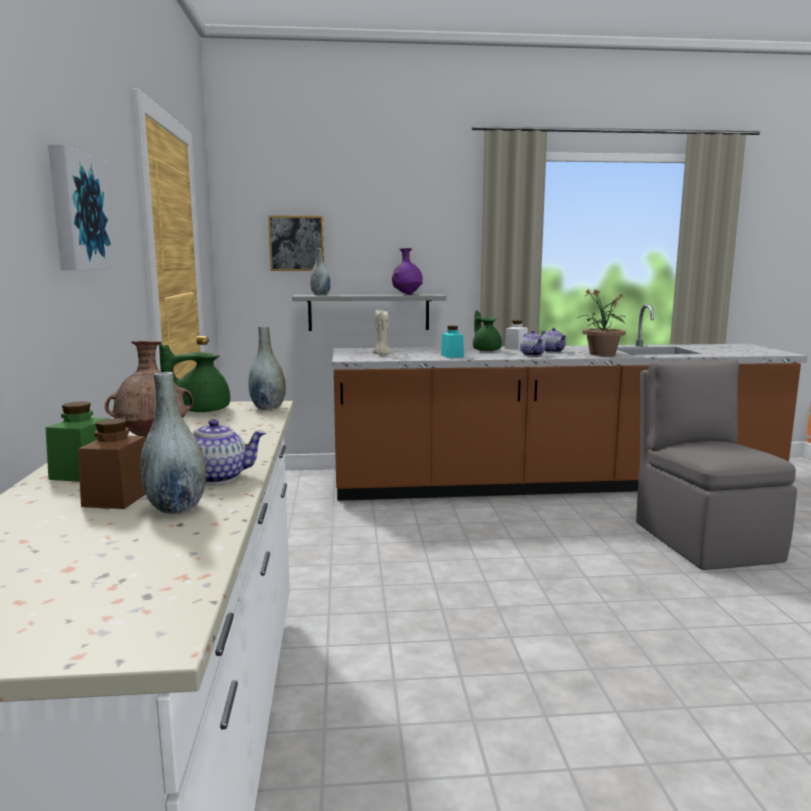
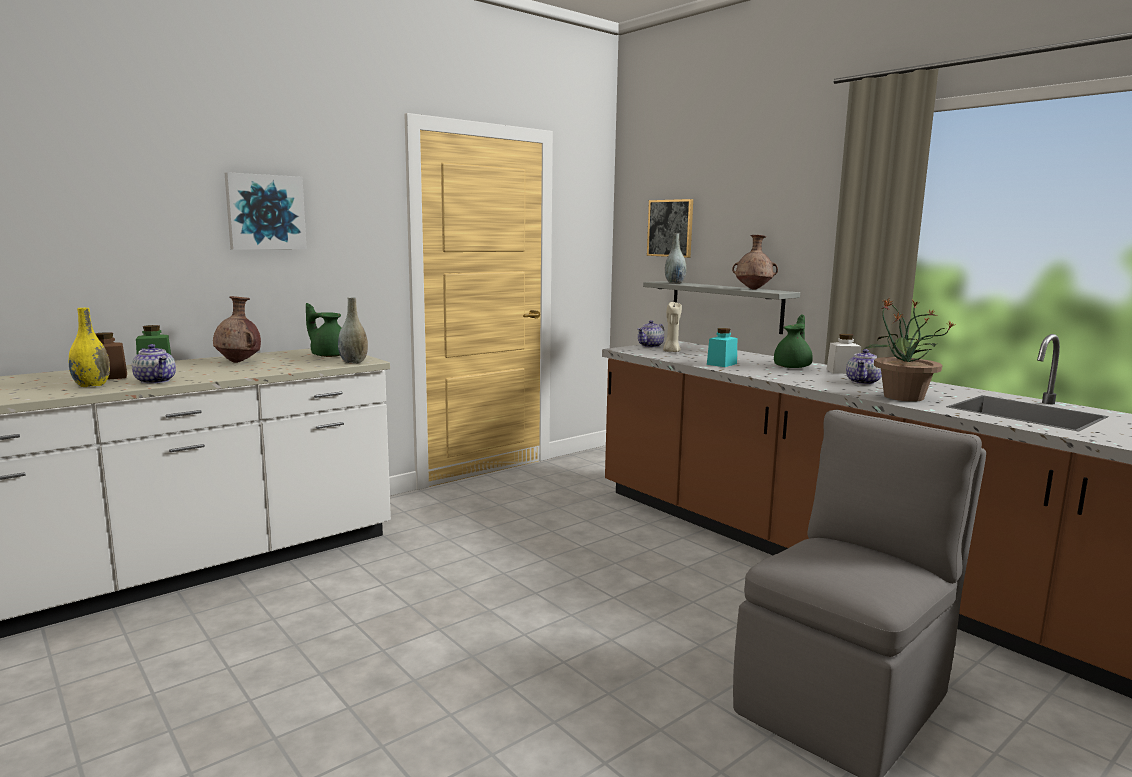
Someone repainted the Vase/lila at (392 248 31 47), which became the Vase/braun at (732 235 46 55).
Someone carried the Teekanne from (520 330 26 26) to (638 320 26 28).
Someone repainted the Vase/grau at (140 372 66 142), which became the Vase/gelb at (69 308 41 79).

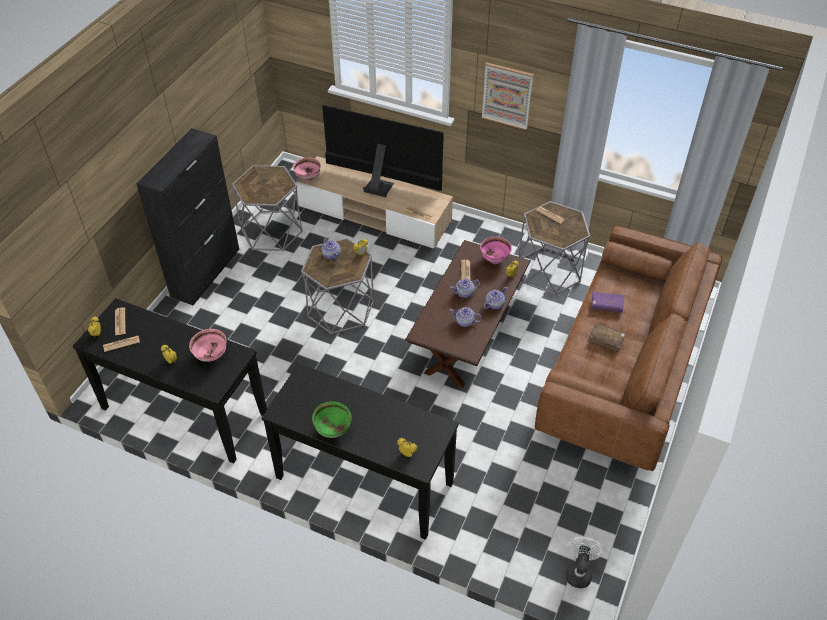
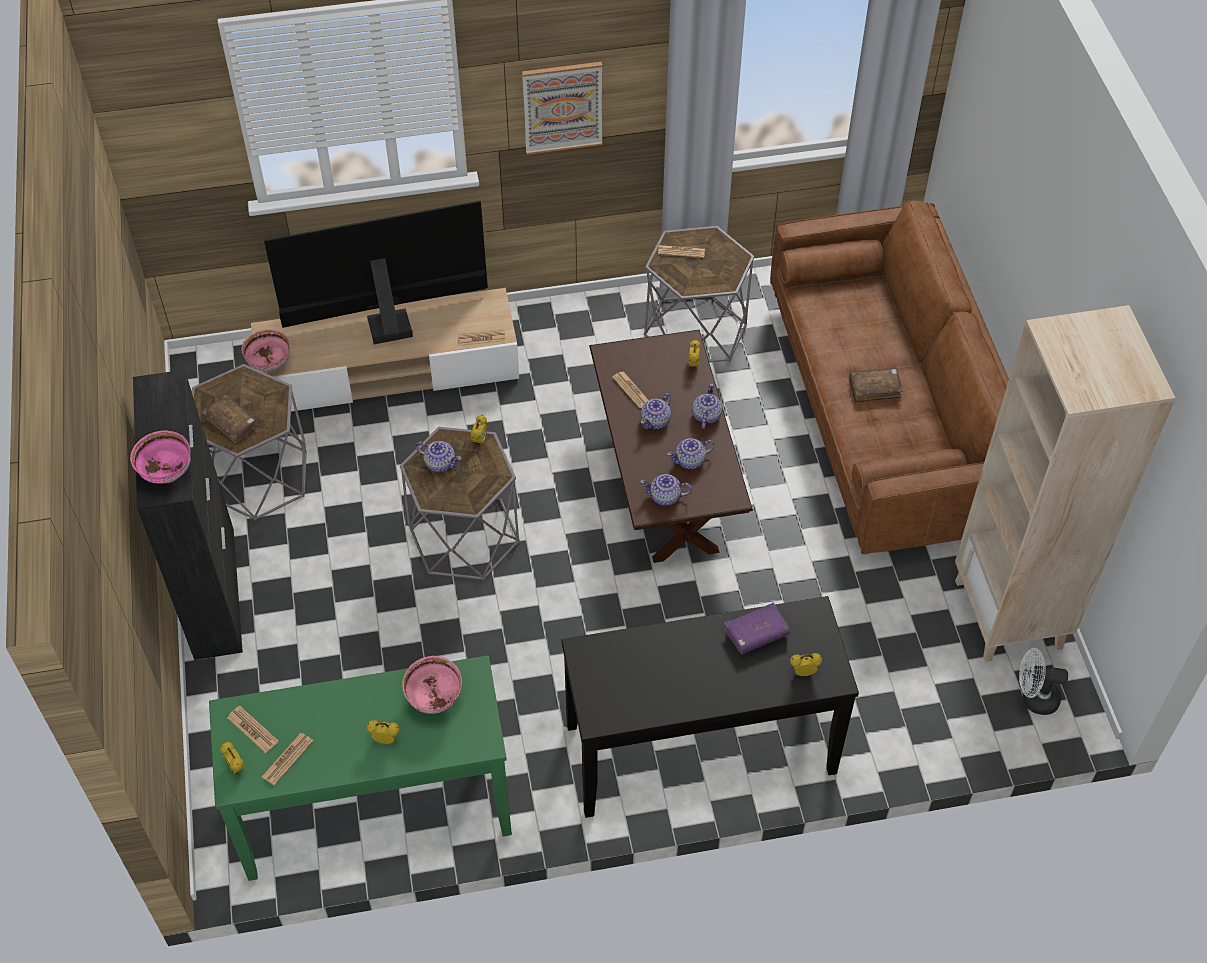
Someone carried the Schüssel/rosa from (480 237 32 27) to (130 431 61 53).
Someone carried the Buch/lila from (591 291 33 22) to (724 603 66 52).
Someone repainted the Konsolentisch/schwarz at (73 298 194 165), which became the Konsolentisch/grün at (209 655 303 226).
Someone took away the Schüssel/grün at (312 402 40 36).
Someone rotated the Ventilator/weiß at (565 537 38 51) by 60 degrees counterclockwise.
Someone put down the Bücherregal/beige at (955 305 221 357).
Someone put down the Buch/braun at (202 394 57 51).
Someone put down the Teekanne at (640 474 52 32).

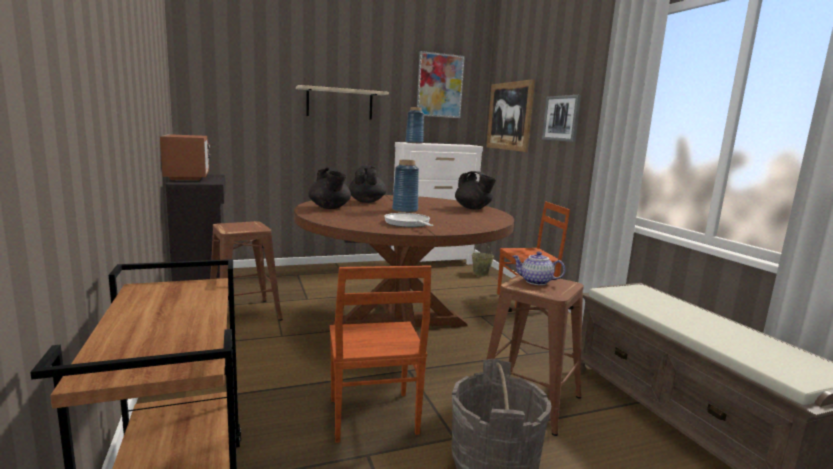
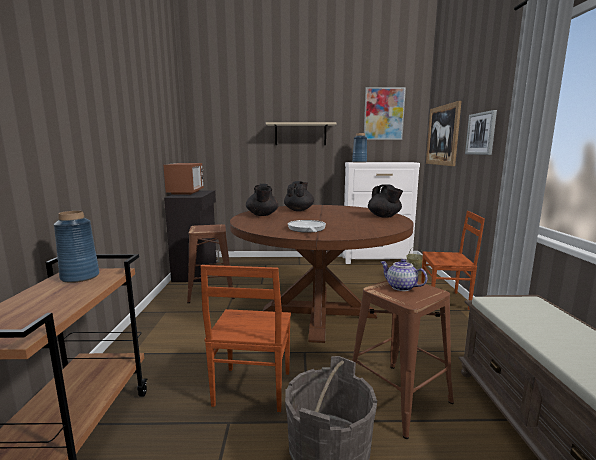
Someone carried the Vase/blau from (392 160 27 53) to (54 211 45 72).

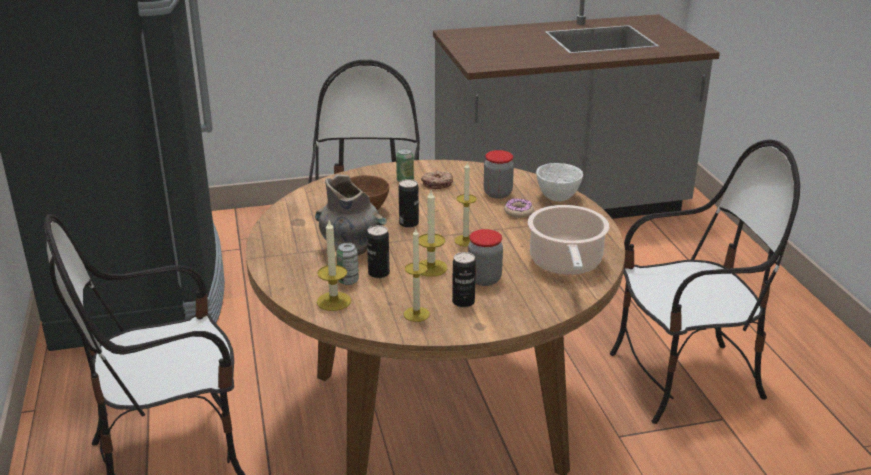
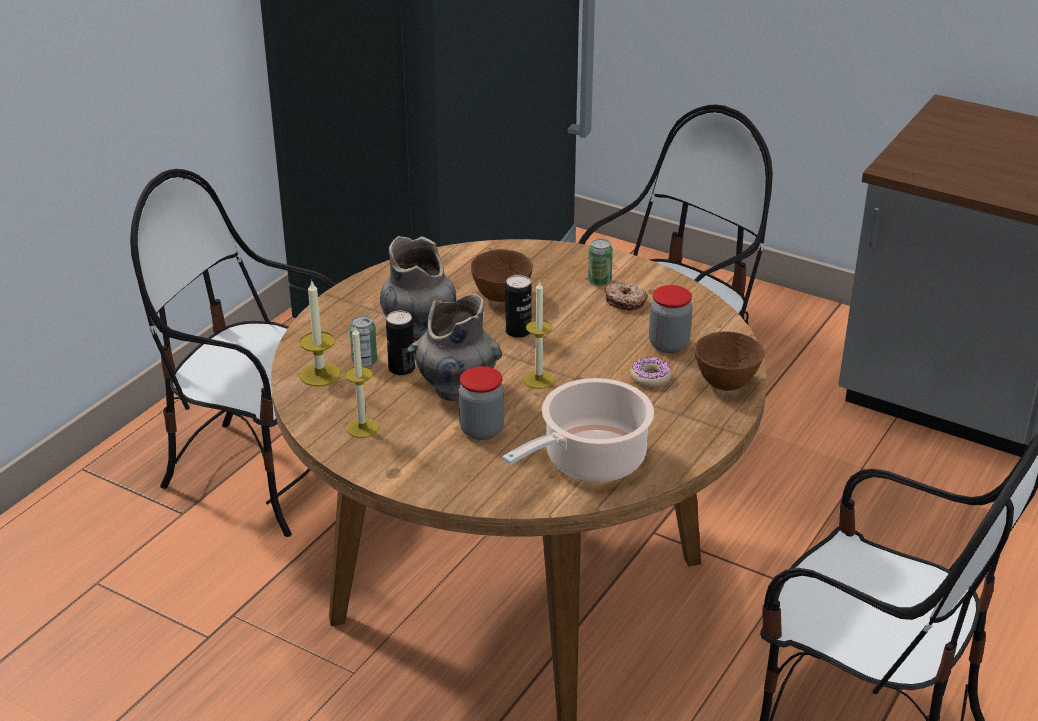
Someone repainted the Schüssel/weiß at (536 163 47 39), which became the Schüssel/braun at (695 331 70 60).
Someone swapped the Kerze at (419 191 28 86) for the Vase/grau at (407 294 95 108).
Someone took away the Dose at (452 252 24 56).

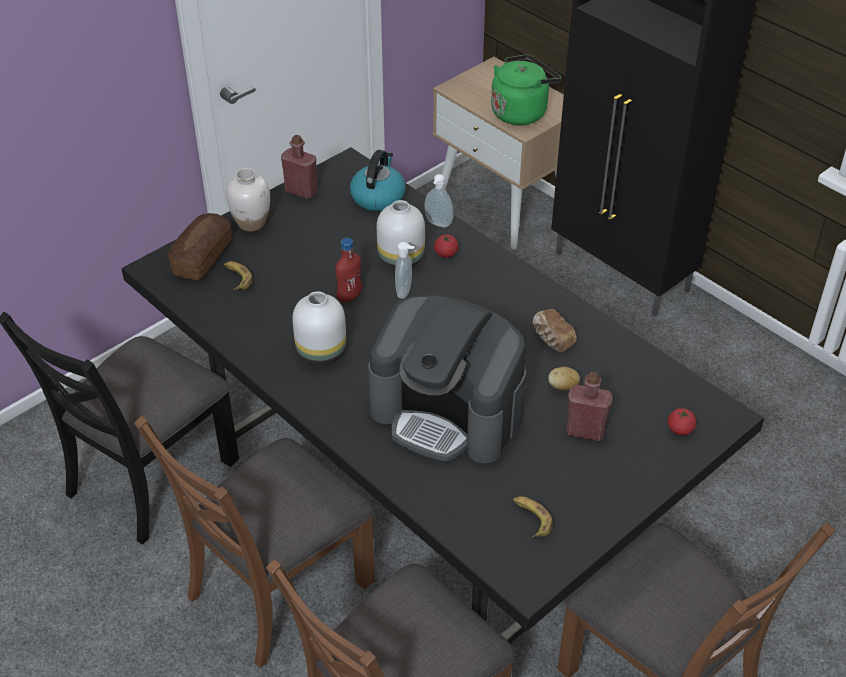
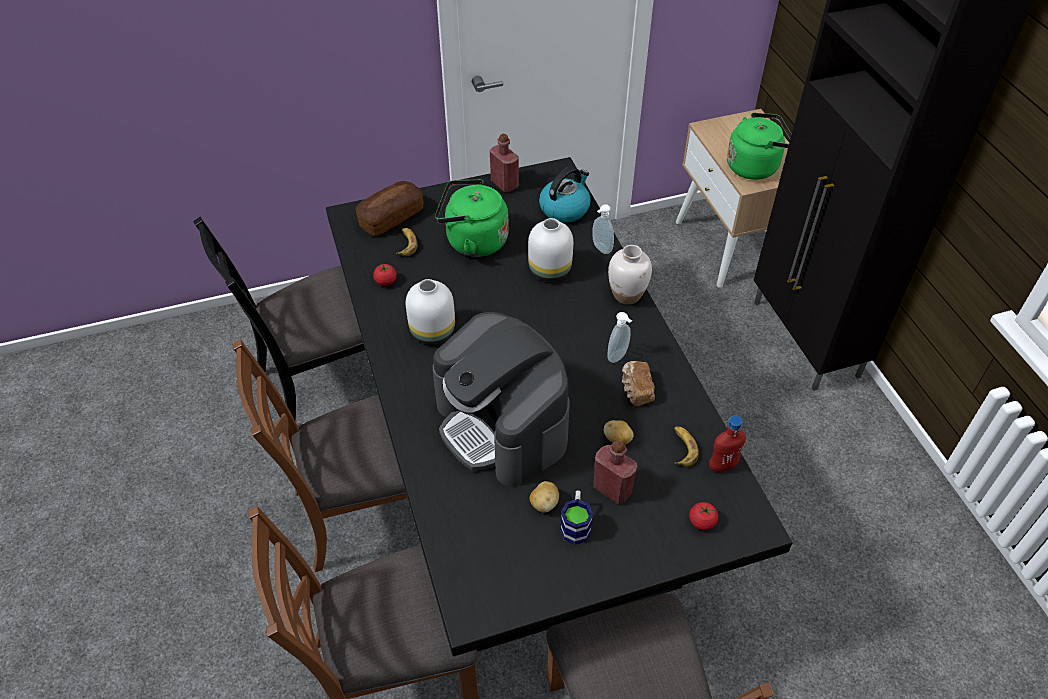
Someone carried the Vase/weiß from (226 168 44 64) to (608 245 44 60).
Someone carried the Tomate from (434 234 25 24) to (373 263 24 23).
Someone carried the Flasche/rot from (335 238 27 64) to (709 415 37 57).
Someone carried the Seifenspender from (395 242 20 57) to (607 312 25 51).
Someone carried the Banane from (513 496 40 42) to (674 426 25 41).
Someone put down the Wasserkessel/grün at (435 179 74 78).
Someone put down the Kartoffel at (530 481 29 32).
Someone put down the Henkelbecher at (560 490 33 55).

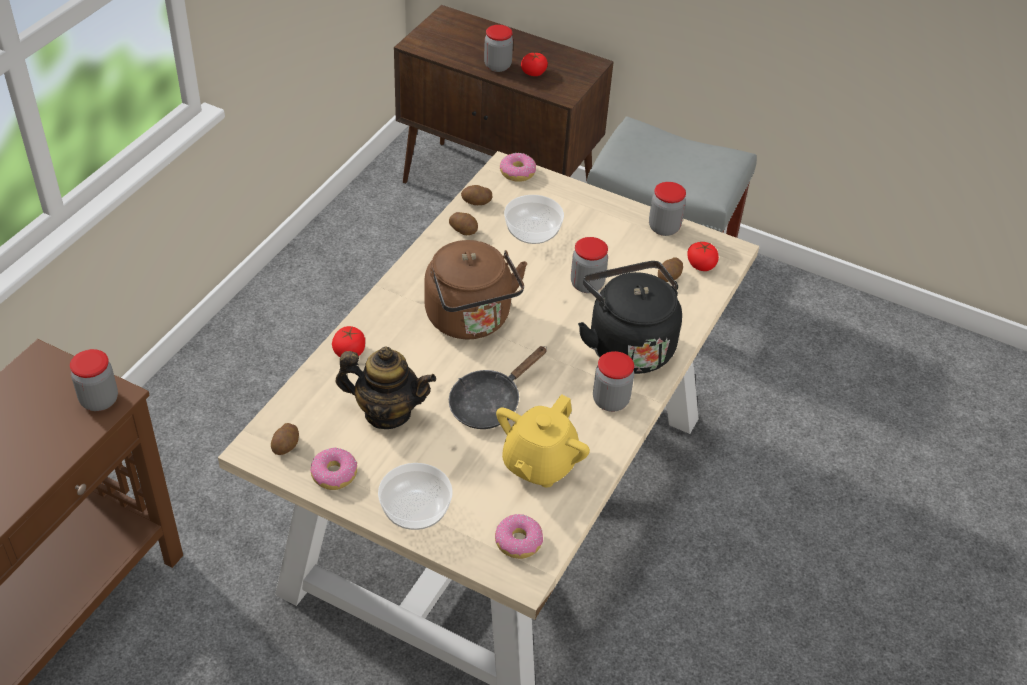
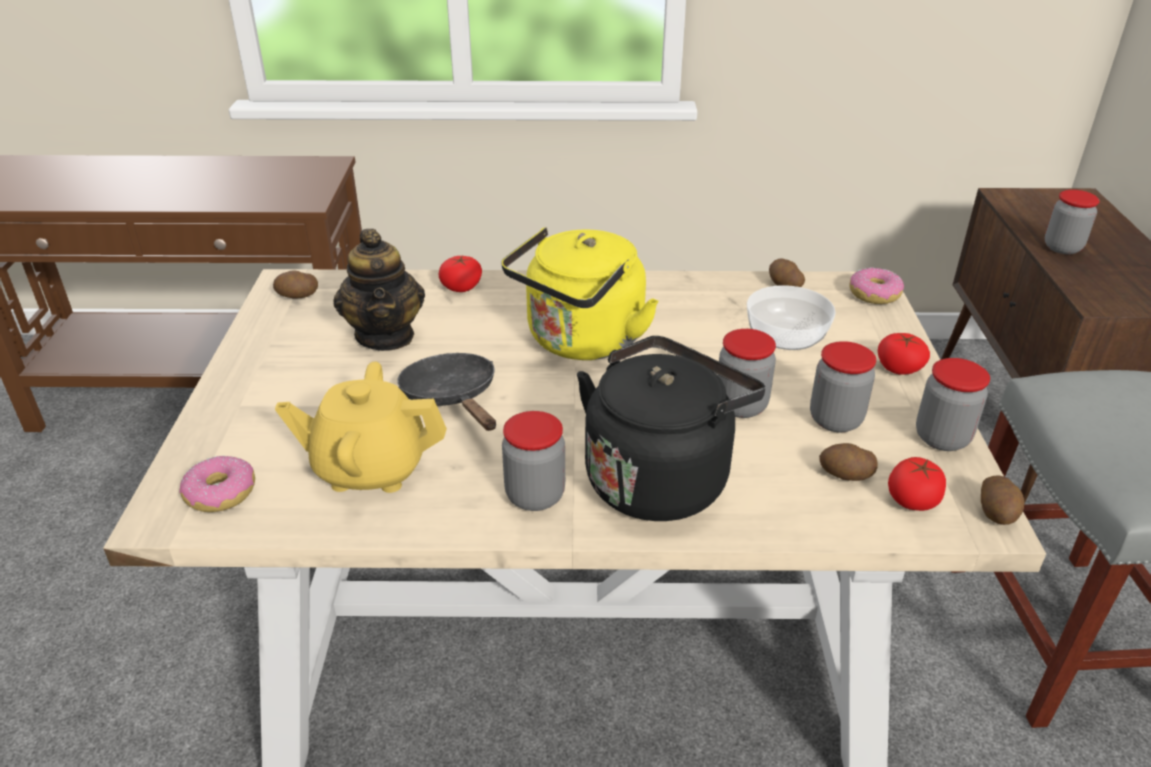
Someone carried the Tomate from (521 53 27 23) to (878 333 52 42).
Someone carried the Kartoffel from (449 212 29 23) to (981 476 43 49).
Someone repainted the Wasserkessel/braun at (424 240 103 99), which became the Wasserkessel/gelb at (501 227 158 133).
Someone rotated the Pfanne/schwarz at (449 346 98 83) by 45 degrees clockwise.
Someone carried the Vorratsglas from (70 349 48 62) to (810 341 66 91).
Someone took away the Donut at (310 448 47 42).
Someone took away the Schüssel at (378 463 75 67).

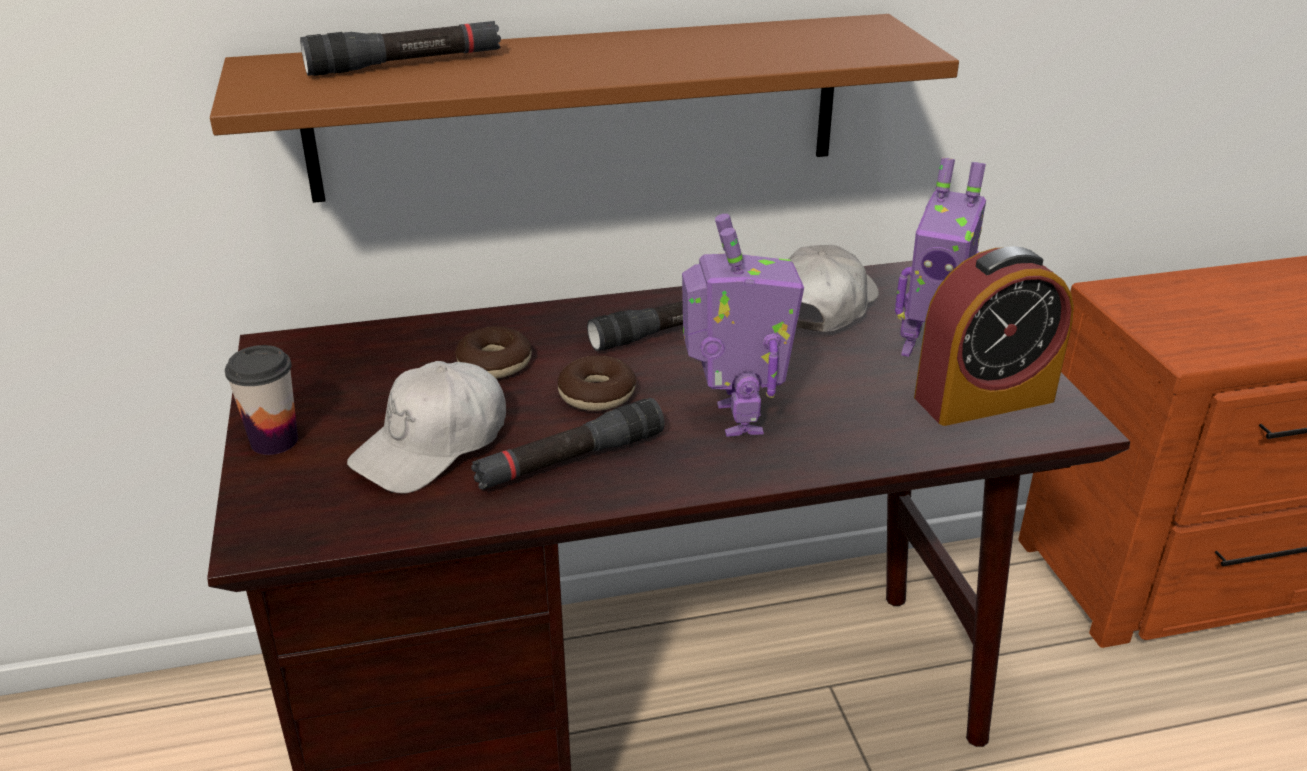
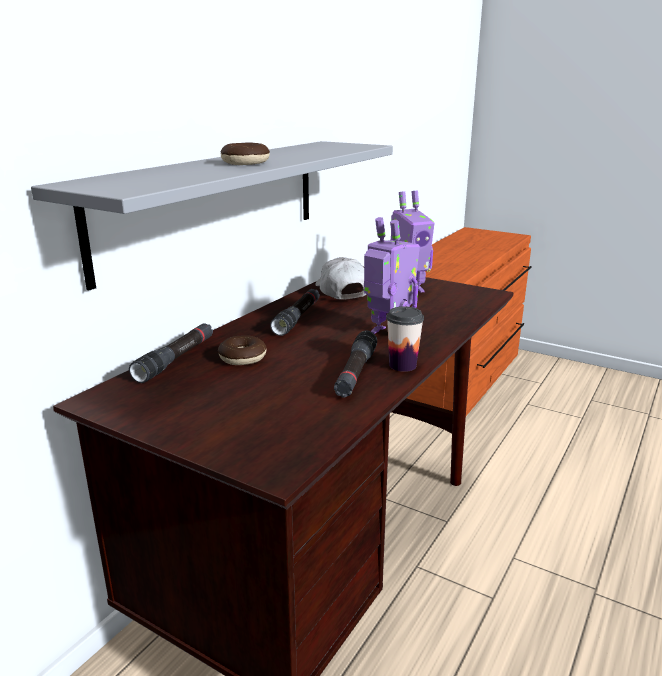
Someone repainted the Wandregal/braun at (210 14 749 189), which became the Wandregal/grau at (31 141 362 149).
Someone carried the Taschenlampe/schwarz from (300 21 201 55) to (129 323 84 60).
Someone took away the Wecker at (914 246 160 180).
Someone carried the Tasse from (225 345 73 110) to (386 306 38 66).
Someone carried the Donut from (558 356 78 55) to (221 142 49 23).
Someone took away the Kappe/weiß at (347 361 159 133).

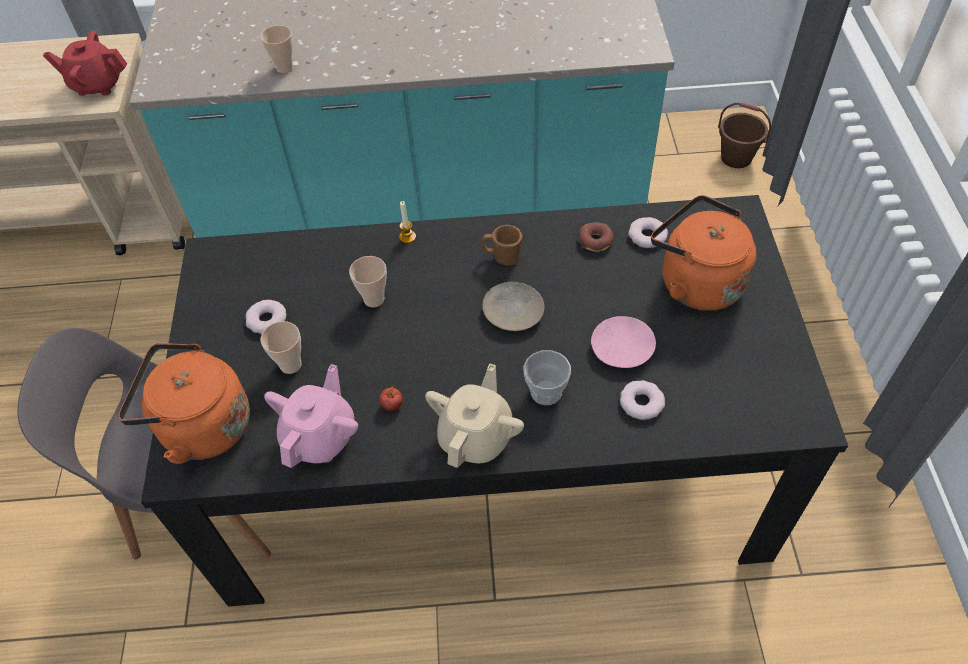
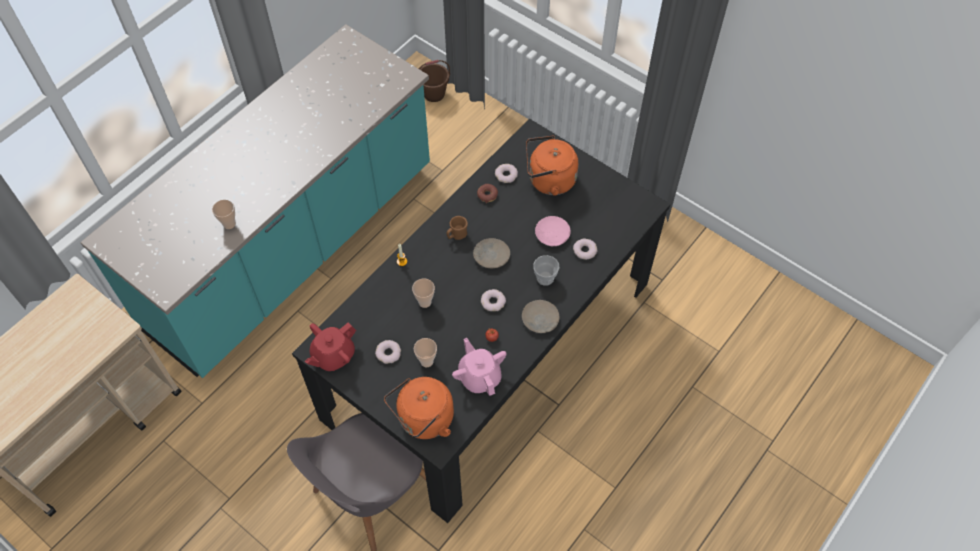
Someone carried the Teekanne/rot from (43 31 84 65) to (305 323 51 48).
Someone swapped the Teekanne/beige at (425 363 99 105) for the Teller/beige at (522 300 37 33).
Someone put down the Donut at (481 289 25 22).

